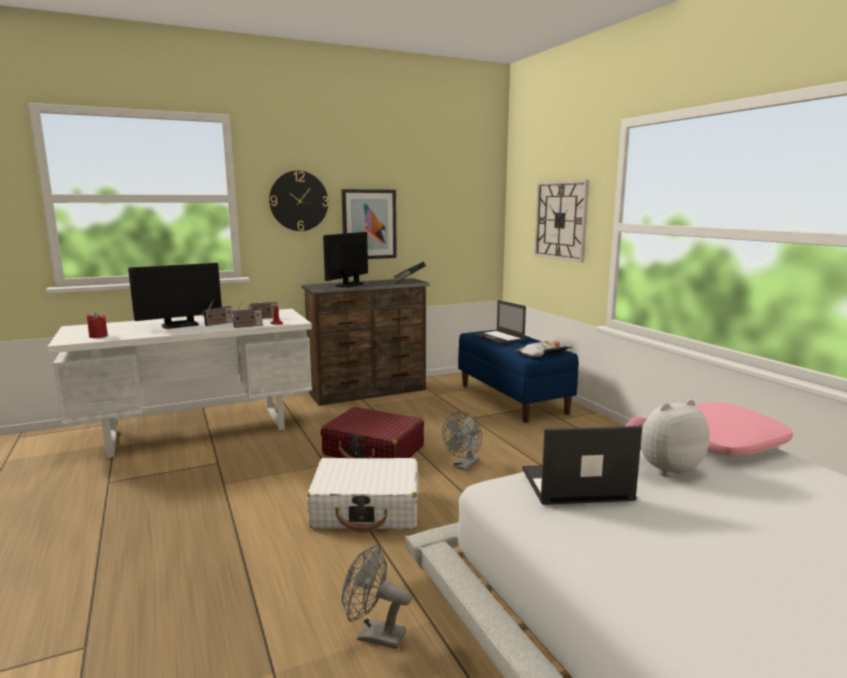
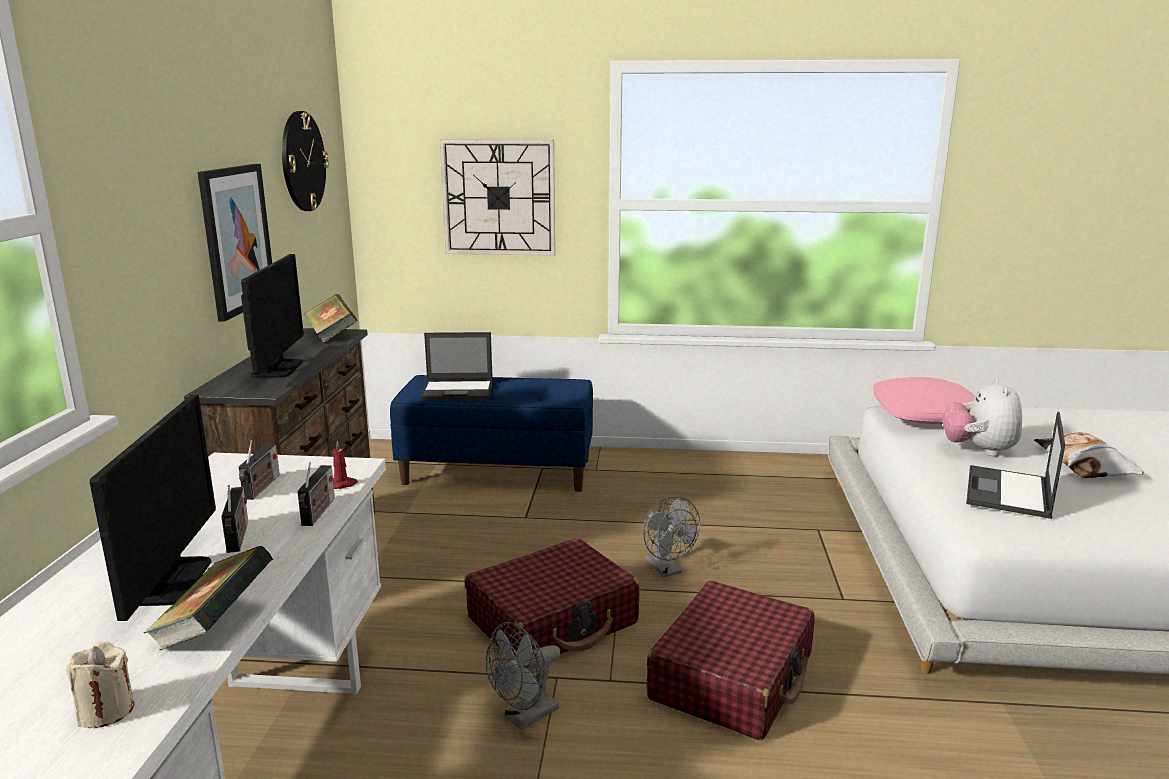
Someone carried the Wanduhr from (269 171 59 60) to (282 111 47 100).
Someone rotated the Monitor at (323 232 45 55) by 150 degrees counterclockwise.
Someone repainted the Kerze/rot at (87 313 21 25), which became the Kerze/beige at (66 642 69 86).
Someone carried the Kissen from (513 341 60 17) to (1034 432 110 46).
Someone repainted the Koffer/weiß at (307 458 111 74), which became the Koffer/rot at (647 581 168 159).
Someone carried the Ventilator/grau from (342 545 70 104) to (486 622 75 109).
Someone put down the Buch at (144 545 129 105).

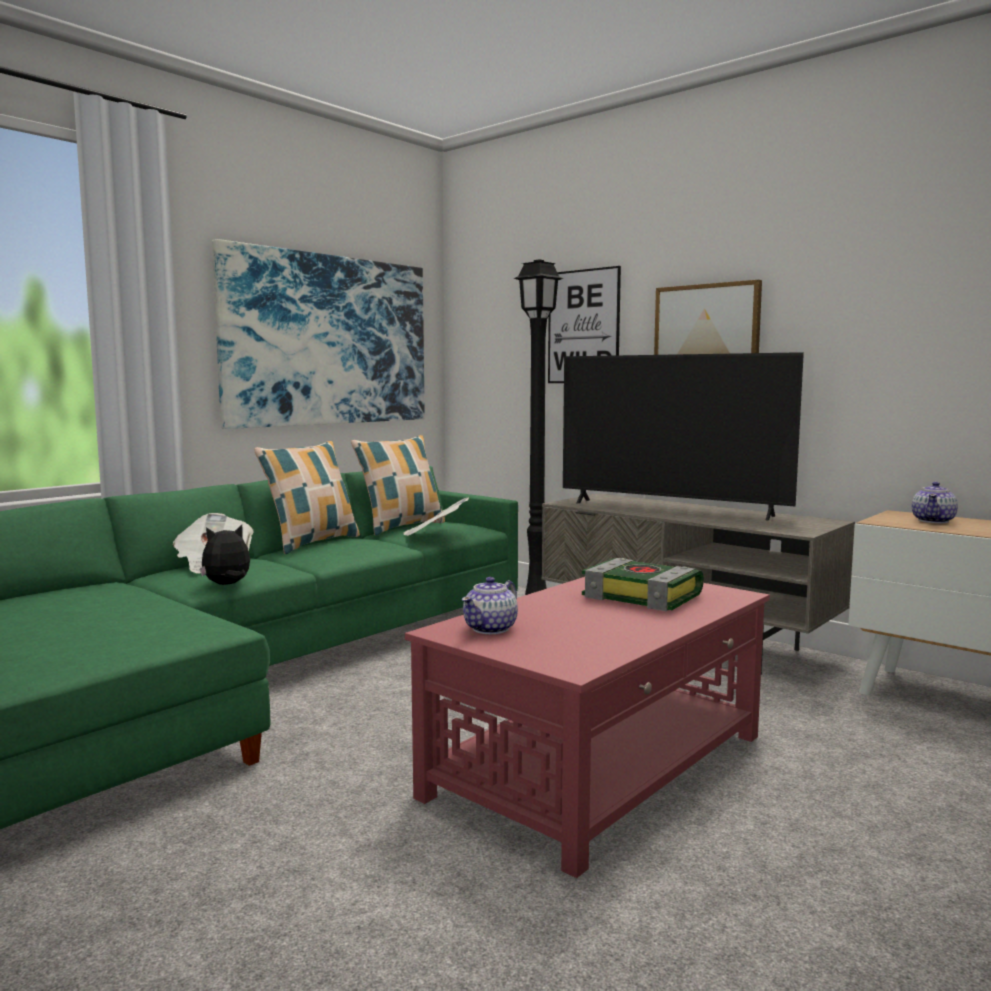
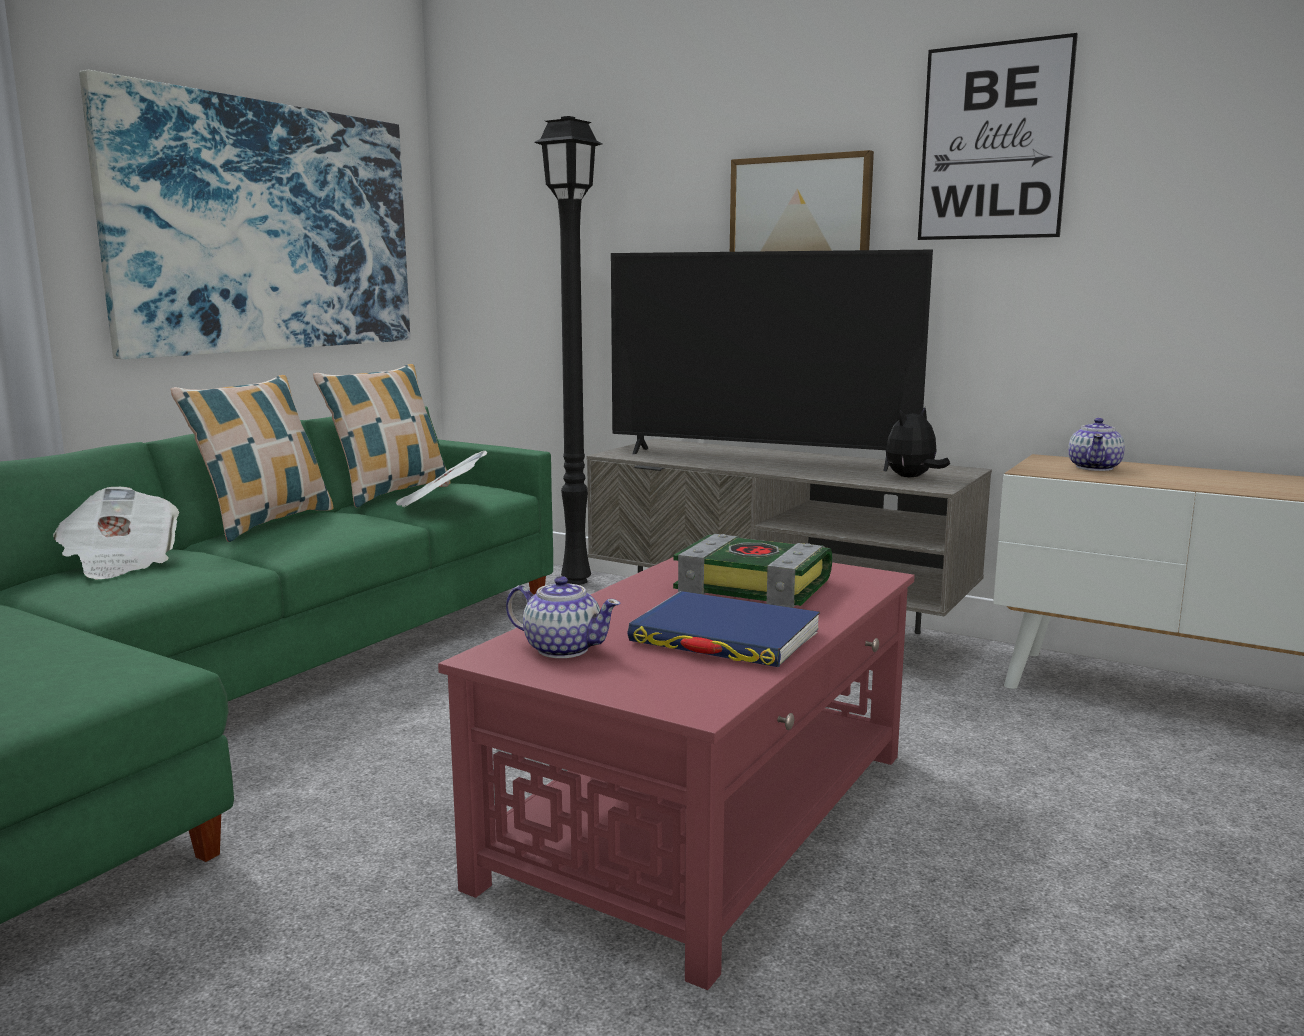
Someone carried the Bild from (548 266 73 117) to (918 33 160 207).
Someone carried the Plüschtier from (200 525 50 60) to (886 407 64 70).
Someone rotated the Teekanne at (462 577 56 57) by 90 degrees counterclockwise.
Someone put down the Buch/blau at (627 591 193 76).

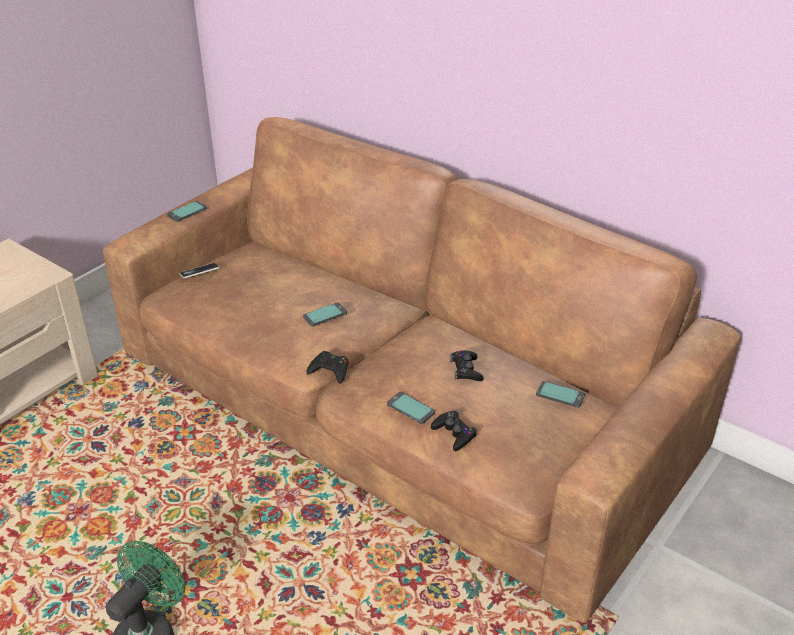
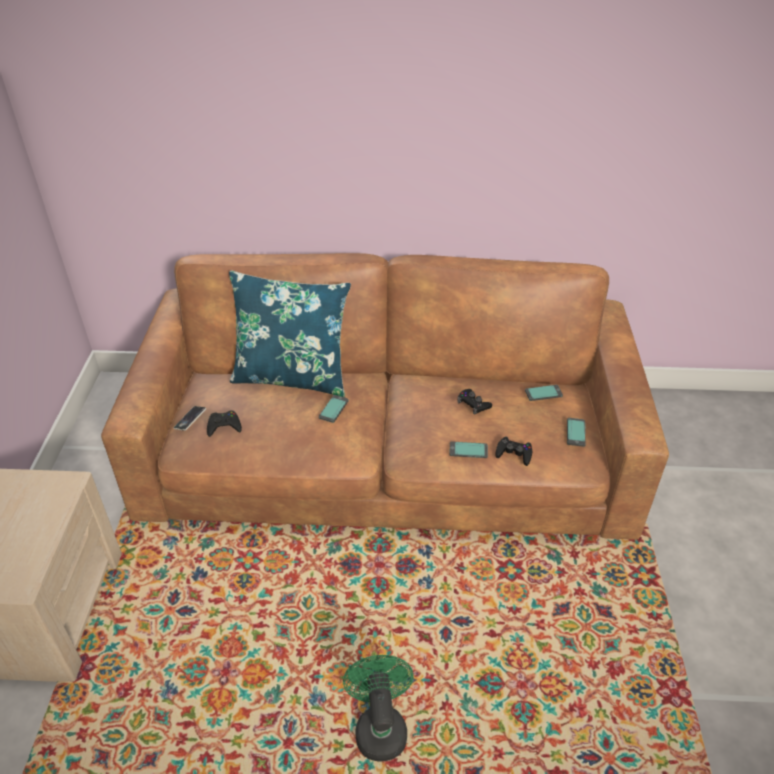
Someone carried the Handy from (167 201 40 21) to (567 418 19 29).
Someone carried the Gamepad/schwarz from (307 351 42 33) to (207 410 35 27).
Someone put down the Kissen/blau at (229 271 122 126).

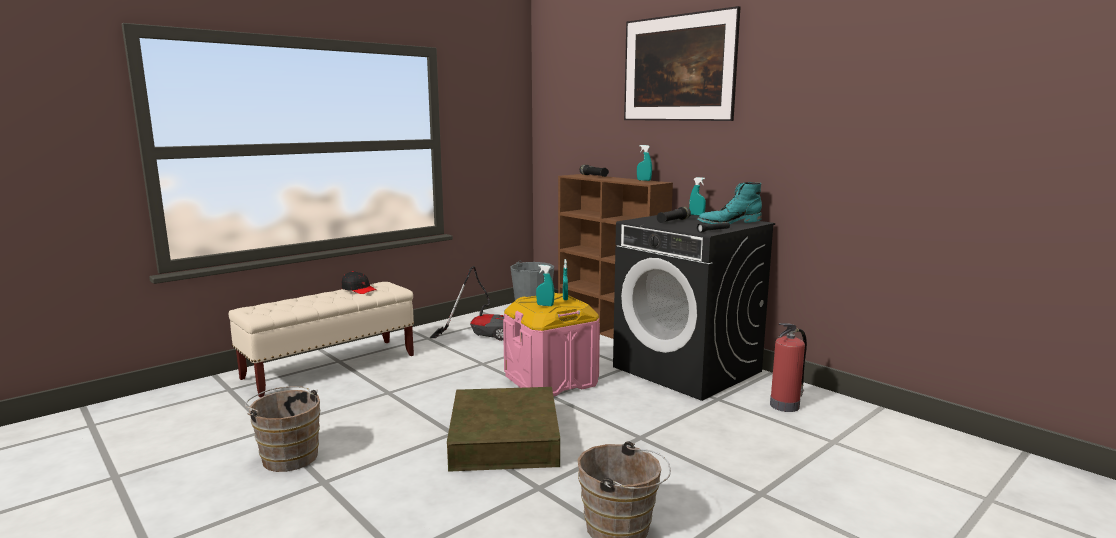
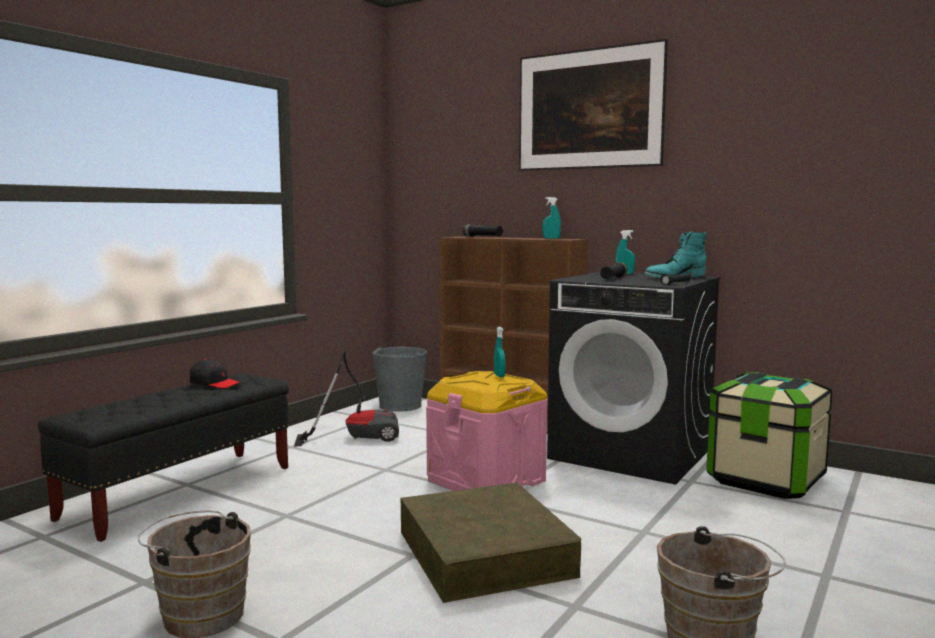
Someone took away the Sprühflasche/türkis at (536 265 18 41).
Someone repainted the Bank/beige at (229 282 185 115), which became the Bank/schwarz at (38 374 251 168).
Someone swapped the Feuerlöscher at (770 323 37 89) for the Aufbewahrungsbox at (706 372 127 127).

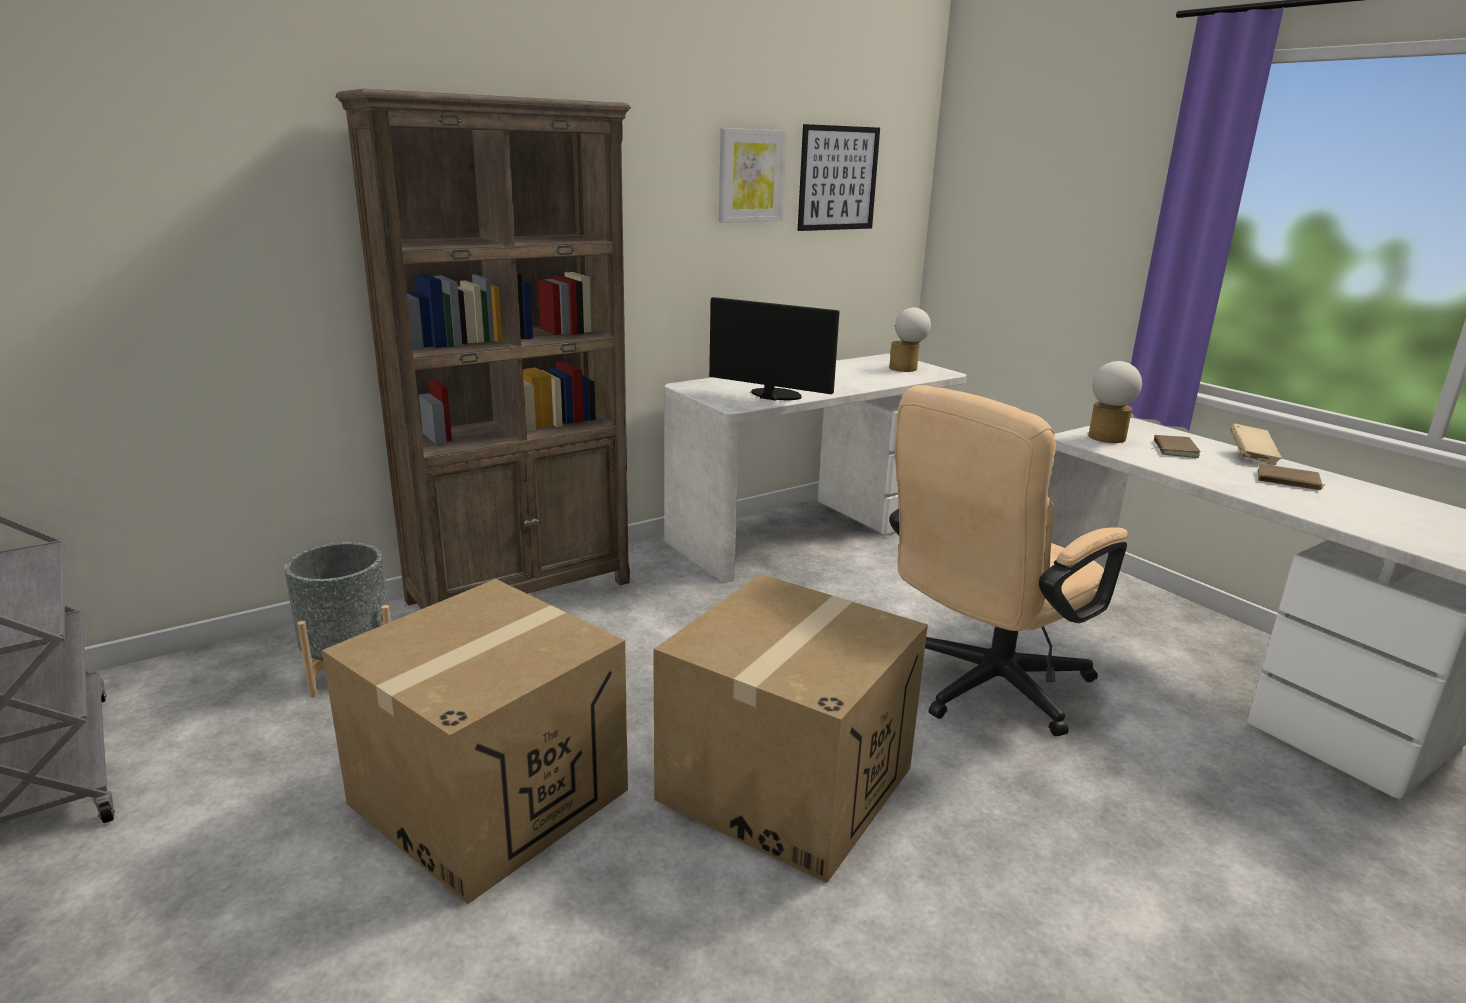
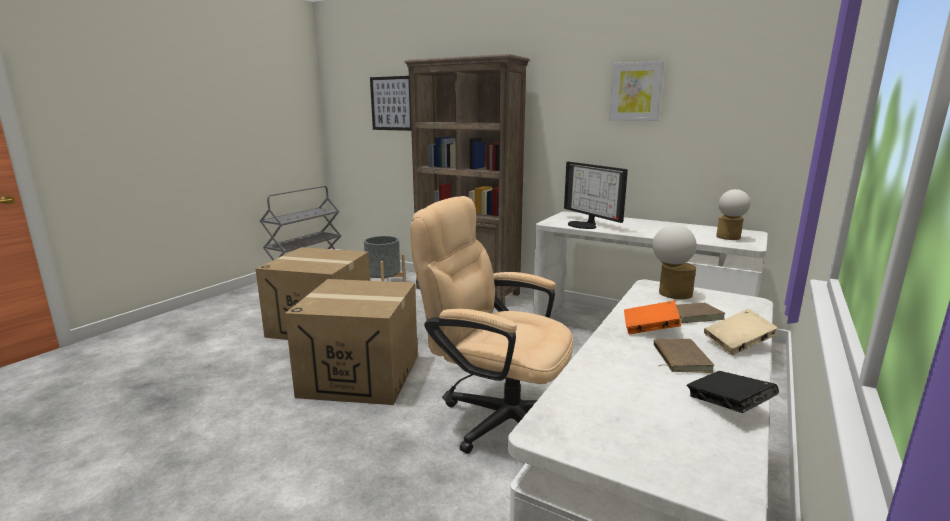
Someone carried the Bild from (798 124 82 107) to (370 76 41 55).
Someone rotated the Monitor at (709 297 131 104) by 150 degrees clockwise.
Someone put down the Buch/orange at (624 300 57 34).
Someone put down the Buch/schwarz at (687 371 92 42).

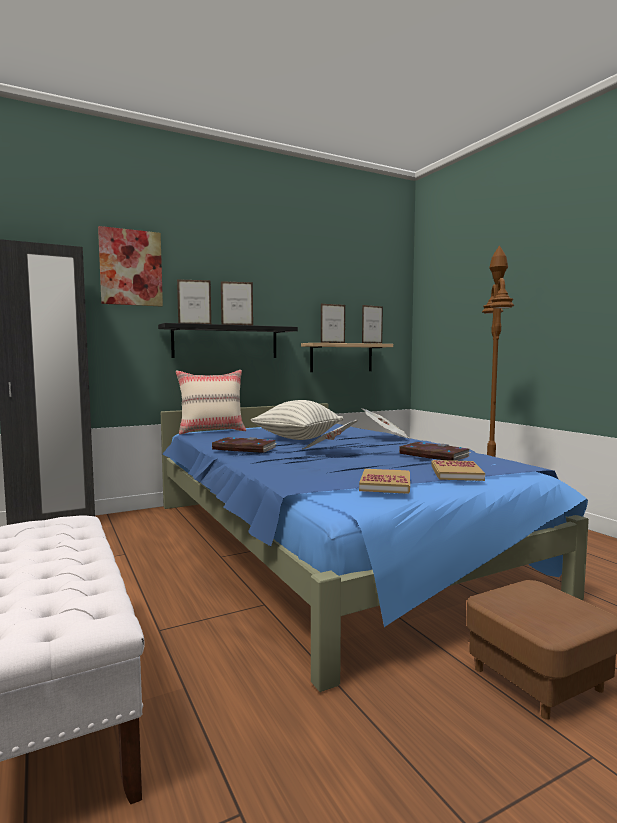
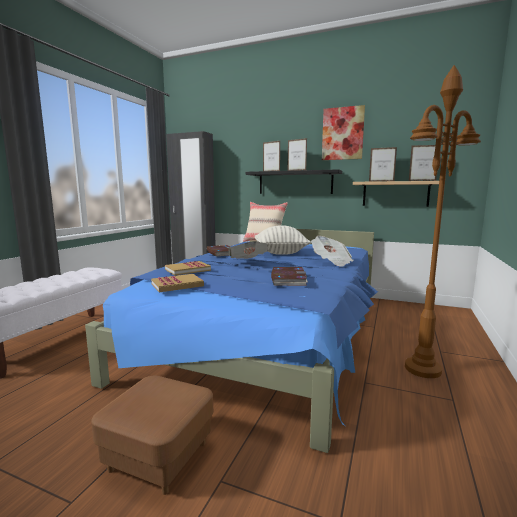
Someone carried the Bild from (98 226 65 81) to (322 105 43 55).
Someone carried the Buch from (431 460 54 21) to (165 261 46 14).

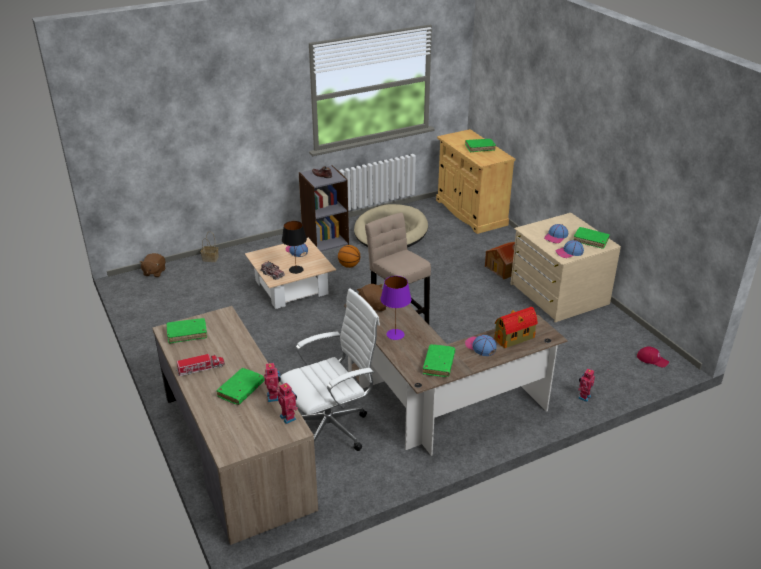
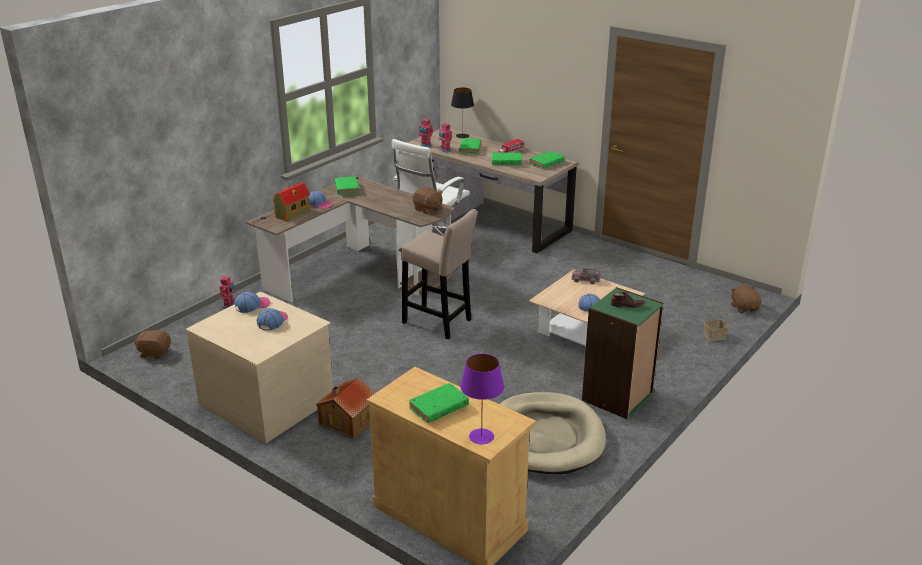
Someone repainted the Bücherregal/grau at (299 165 50 87), which became the Bücherregal/grün at (582 287 82 132).
Someone carried the Tischlampe/schwarz from (282 221 25 53) to (451 88 23 50).
Someone carried the Buch/grün from (574 227 36 22) to (492 152 30 13).
Someone took away the Basketball at (338 245 22 23).
Someone carried the Tischlampe/lila from (380 276 32 64) to (460 354 44 90).
Someone swapped the Kappe/rot at (637 346 32 21) for the Plüschtier/braun at (135 328 36 31).

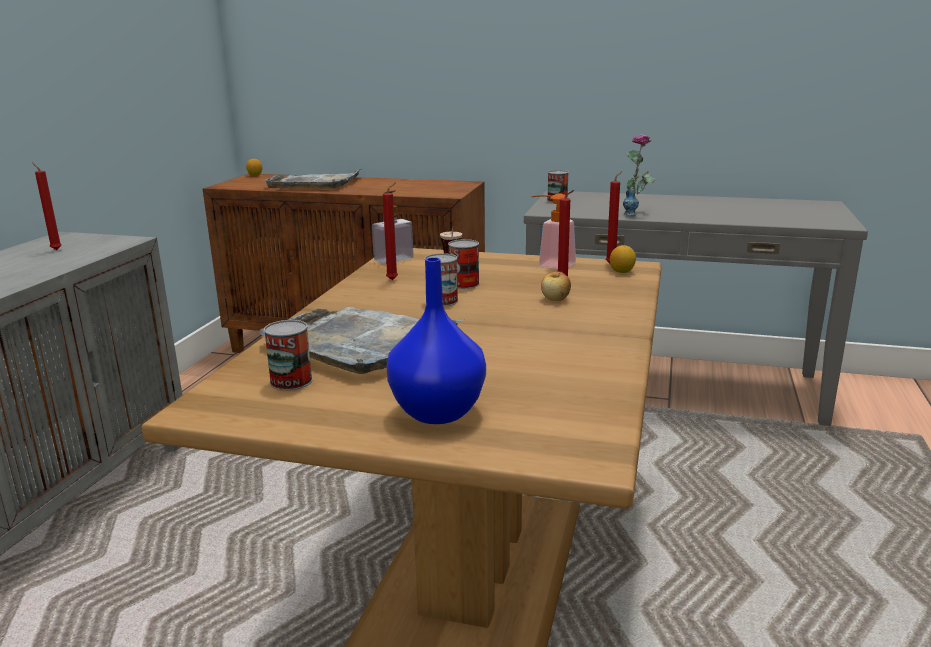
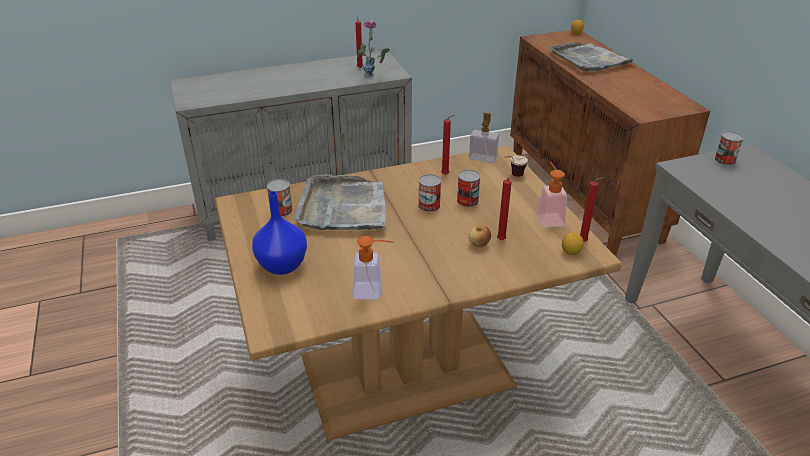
Someone carried the Vase from (623 134 32 82) to (357 20 33 57).
Someone put down the Seifenspender at (352 236 42 63).

